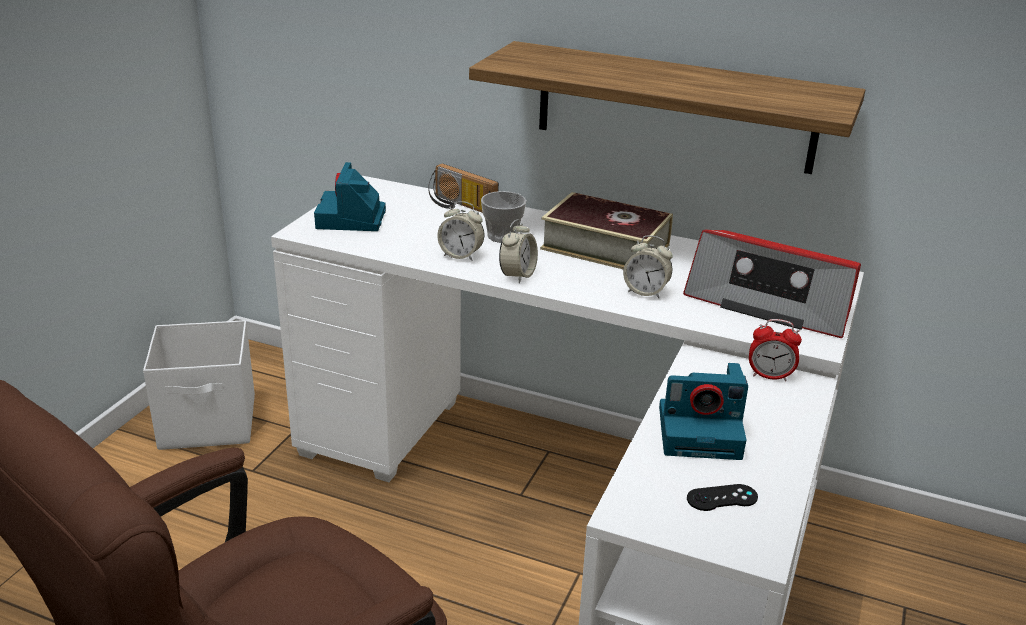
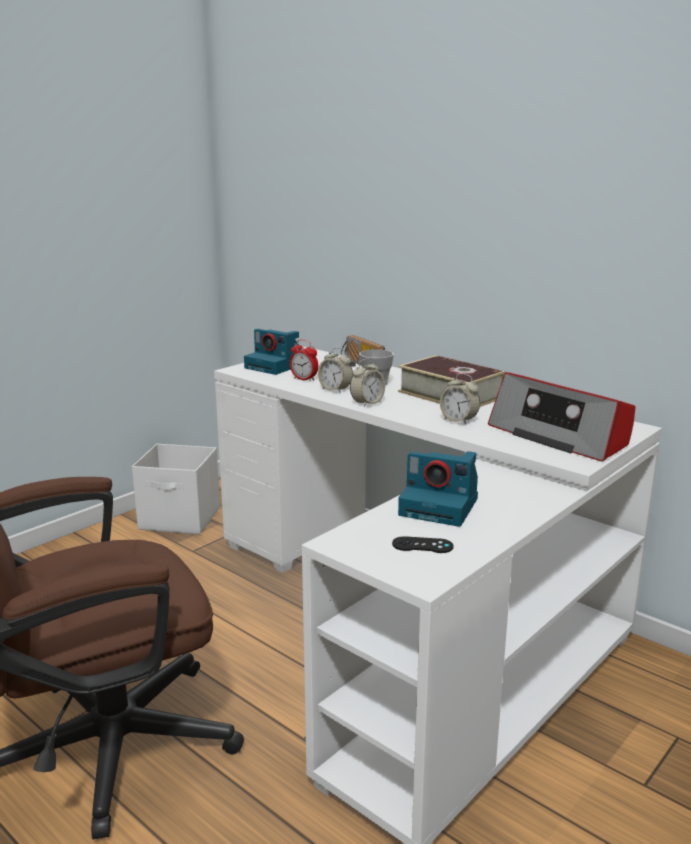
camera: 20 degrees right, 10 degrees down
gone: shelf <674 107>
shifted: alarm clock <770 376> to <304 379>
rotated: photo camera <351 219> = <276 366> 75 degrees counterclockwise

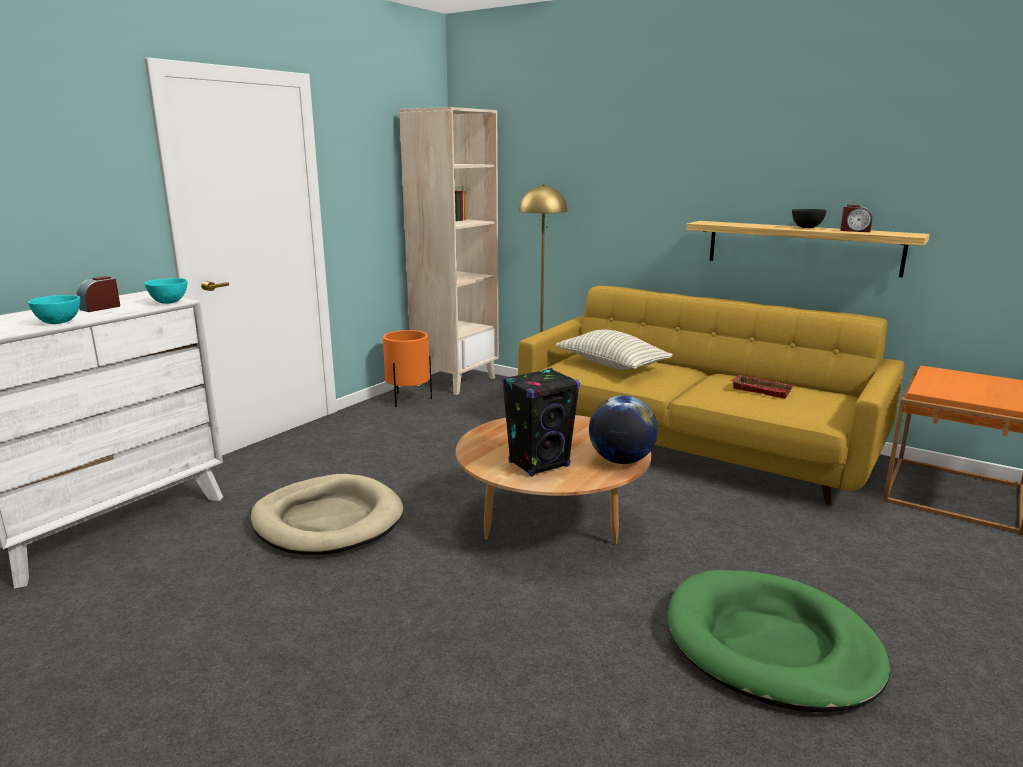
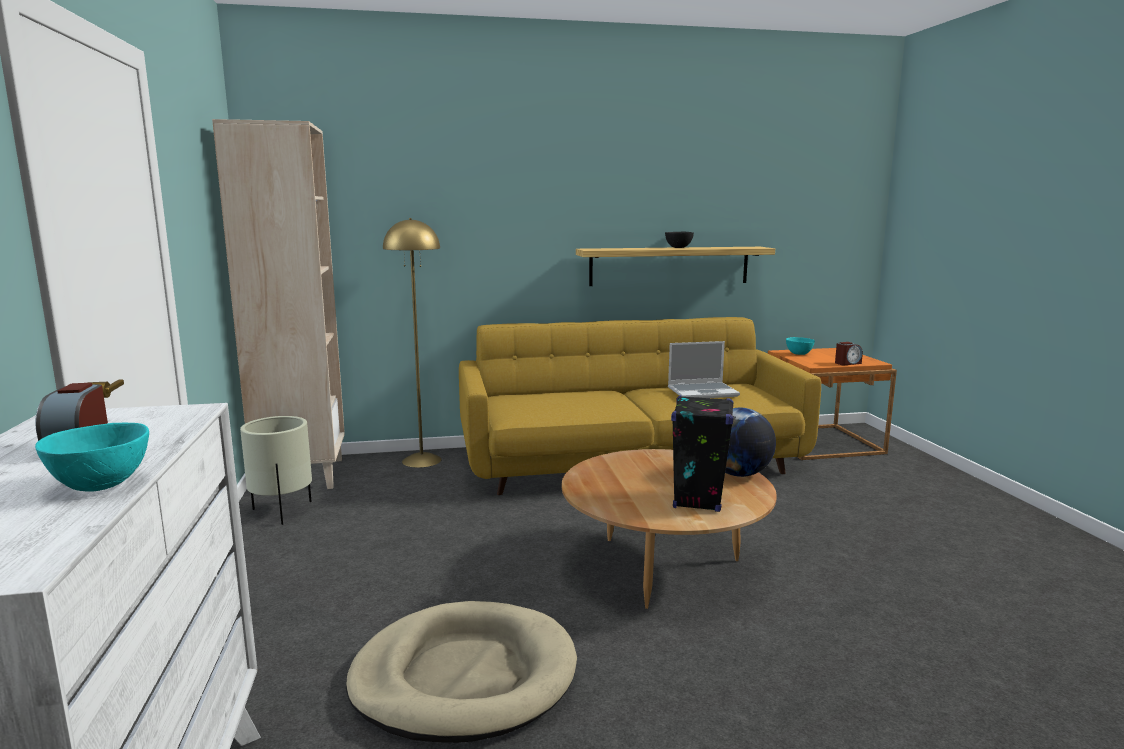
camera: 45 degrees left, 5 degrees down
gone: pillow <612 365>; green dog bed <770 645>
shifted: alarm clock <855 231> to <847 363>; turquoise bowl <169 302> to <798 354>
swapped: red tray <763 390> to laptop <703 392>
repainted: orange planter <408 399> to beige planter <282 511>

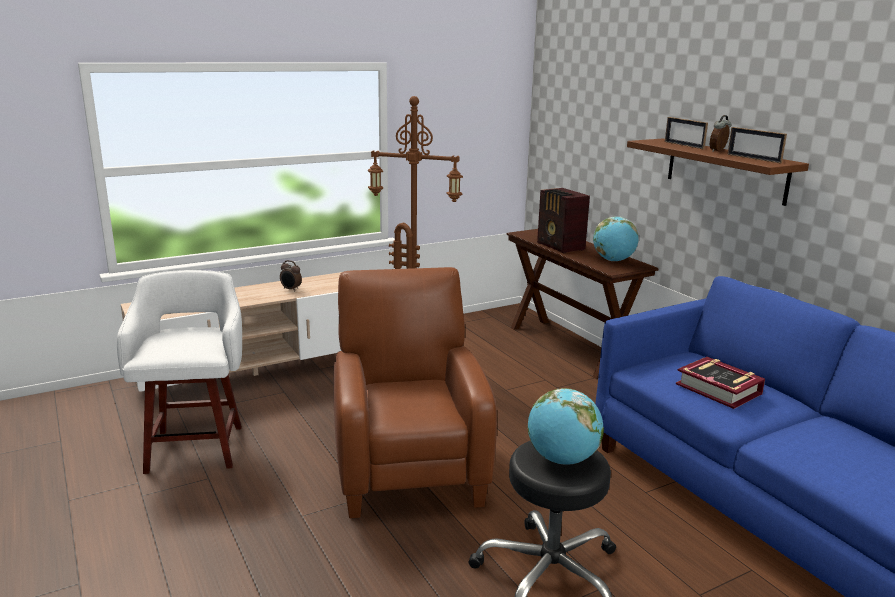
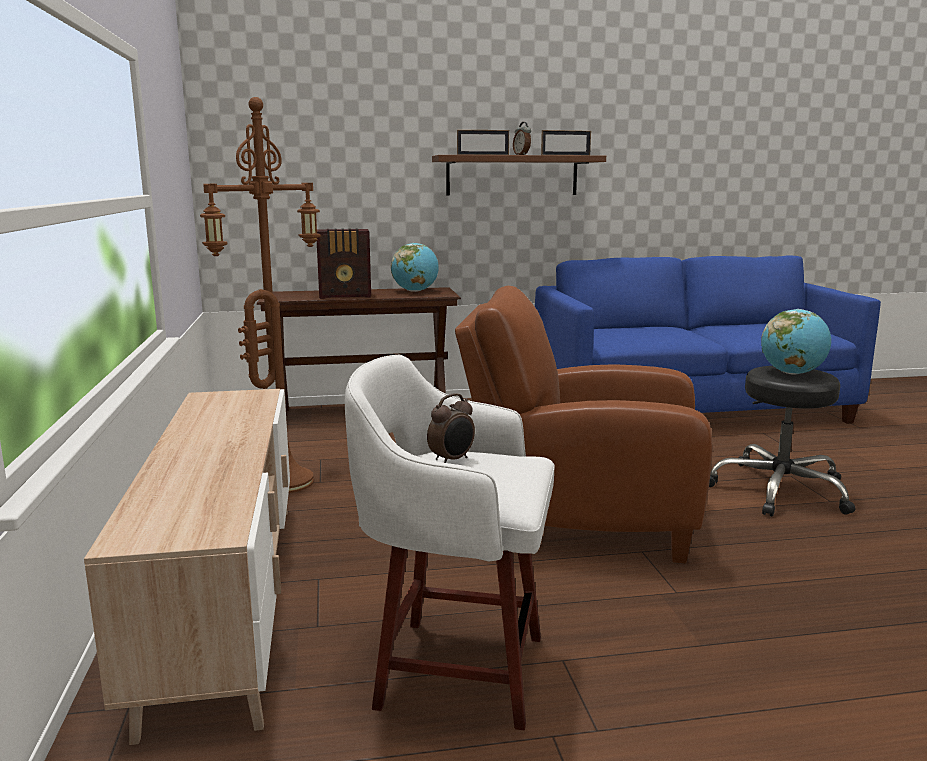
camera: 70 degrees left, 5 degrees down
gone: book <718 389>
shifted: alarm clock <291 289> to <452 460>

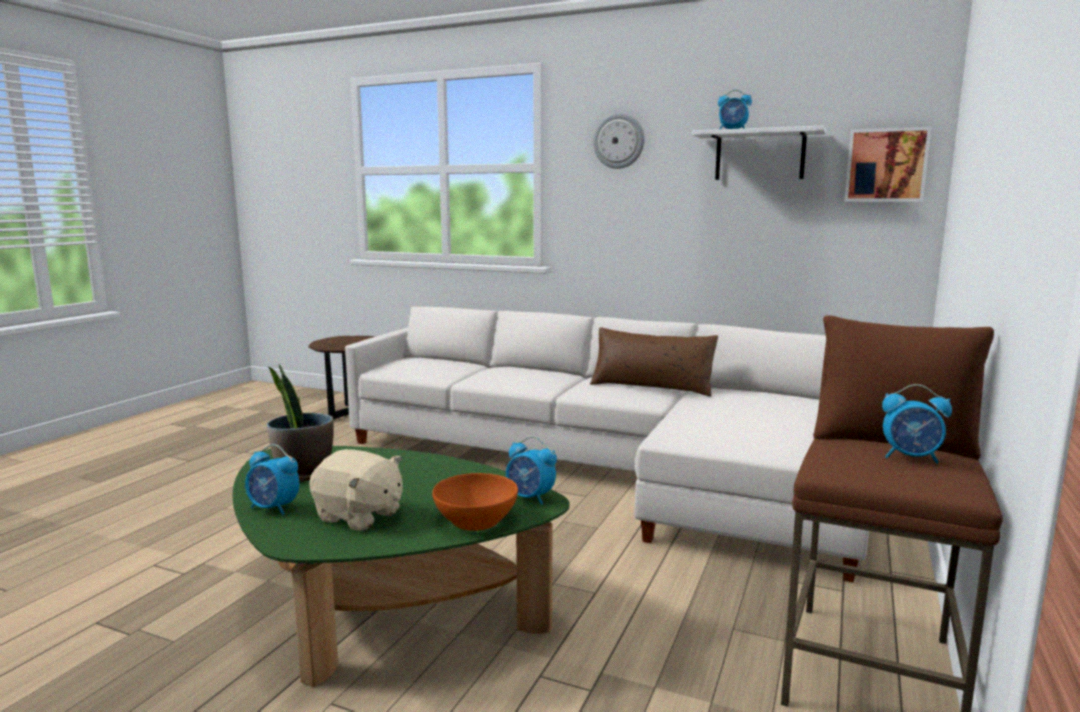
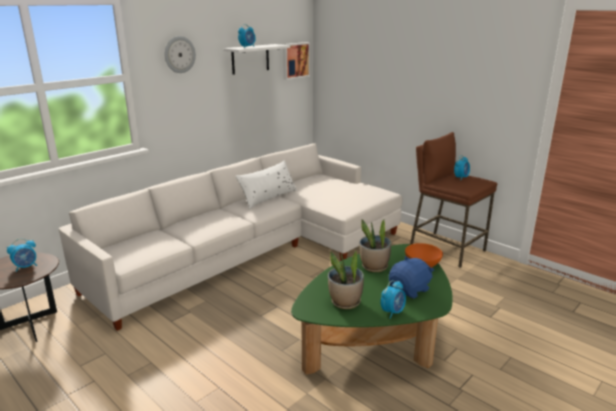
camera: 70 degrees left, 10 degrees up
new: potted plant <374 267>
shifted: alarm clock <530 498> to <26 267>
repainted: brown pillow <652 386> to white pillow <268 197>; beige plush toy <359 516> to blue plush toy <410 289>

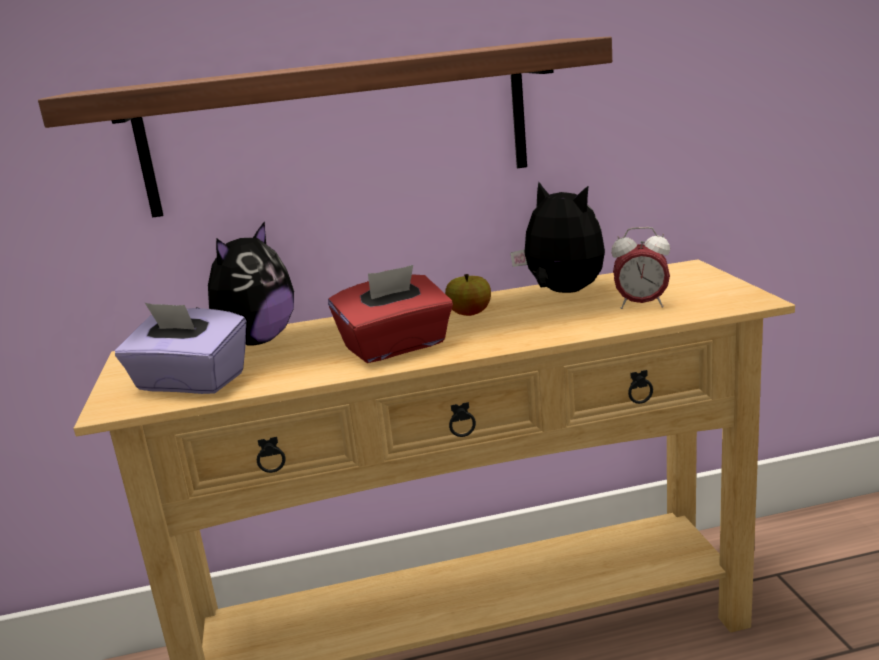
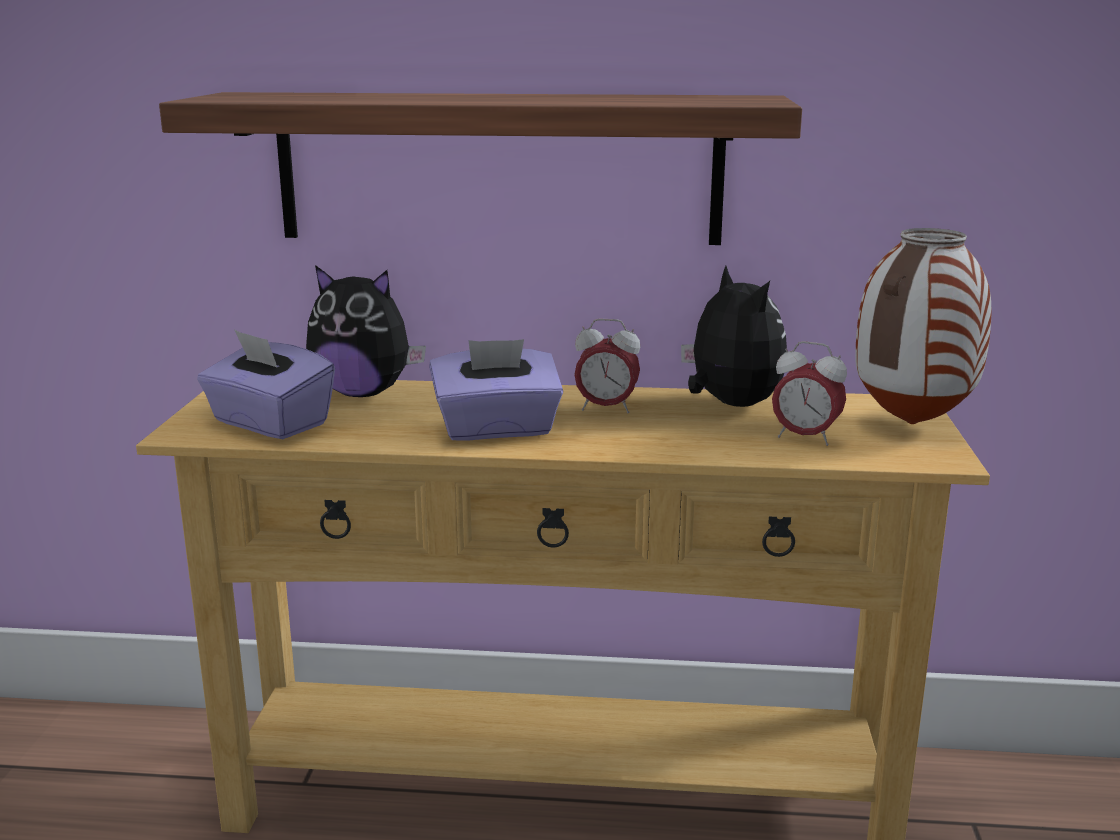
camera: 15 degrees right, 0 degrees up
new: vase <911 423>
swapped: apple <470 314> to alarm clock <606 408>
repainted: red tissue box <396 347> to purple tissue box <497 429>
rotated: plush toy <255 341> = <364 393> 60 degrees clockwise

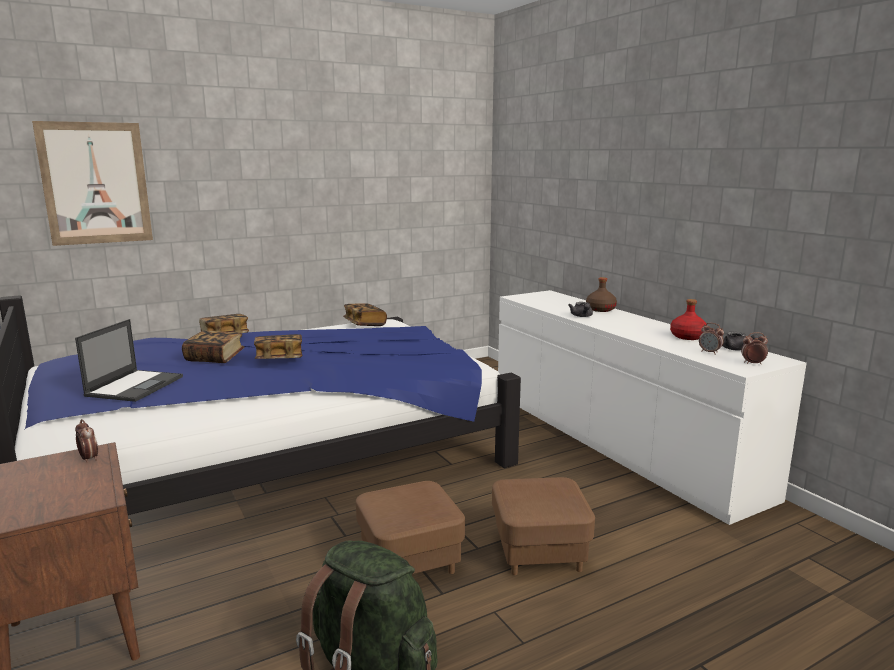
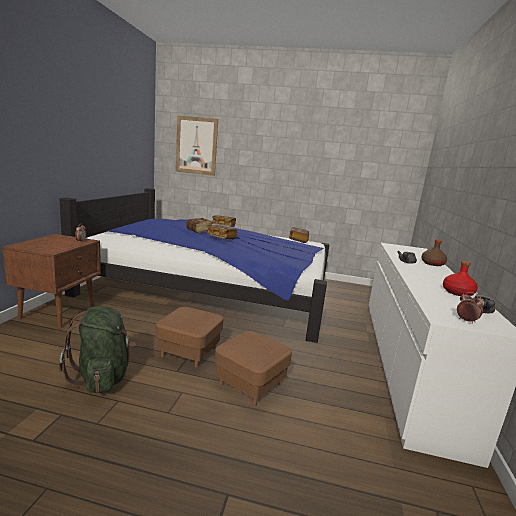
camera: 40 degrees right, 0 degrees up
gone: laptop <135 386>; alarm clock <709 352>

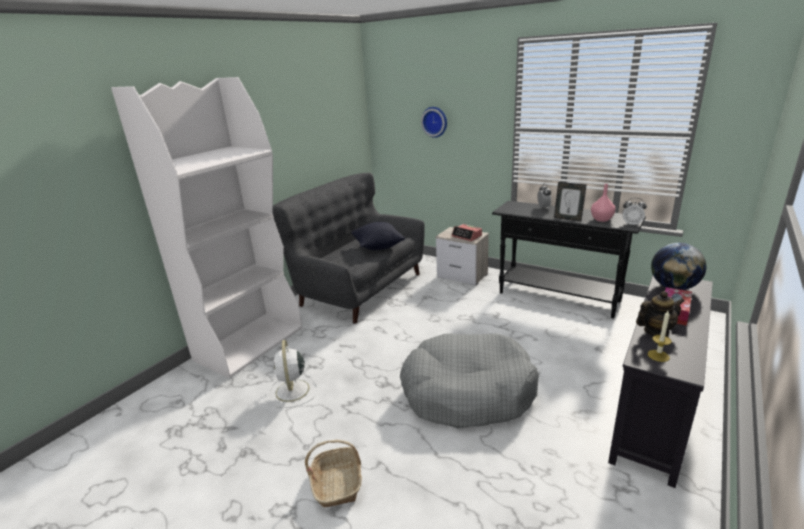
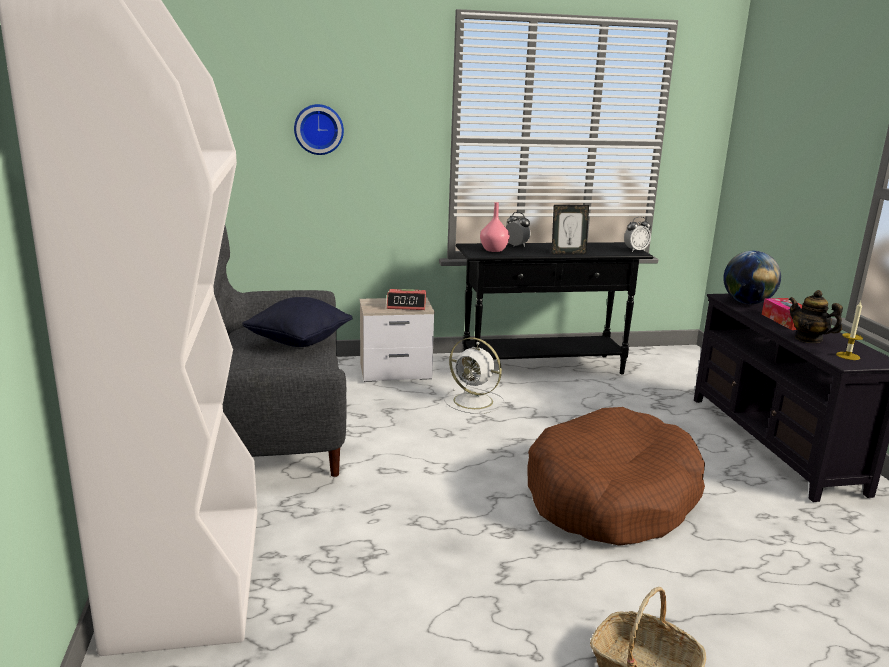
camera: 45 degrees left, 5 degrees down
shifted: pink vase <601 220> to <494 250>; white fan <292 391> to <475 401>
repainted: grey dog bed <467 392> to brown dog bed <611 497>
rotated: teapot <655 331> = <808 339> 75 degrees counterclockwise

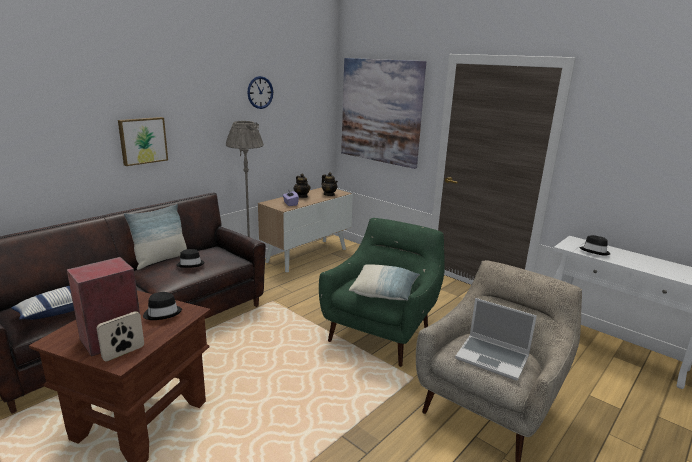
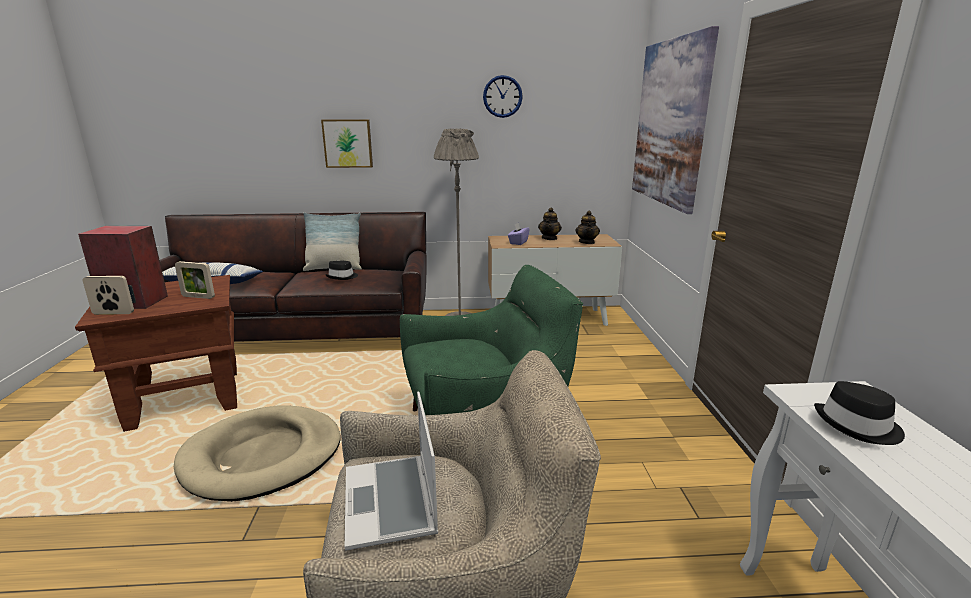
camera: 45 degrees right, 0 degrees up
gone: pillow <384 292>
new: beige dog bed <263 456>
swapped: black hat <162 313> to picture frame <198 297>

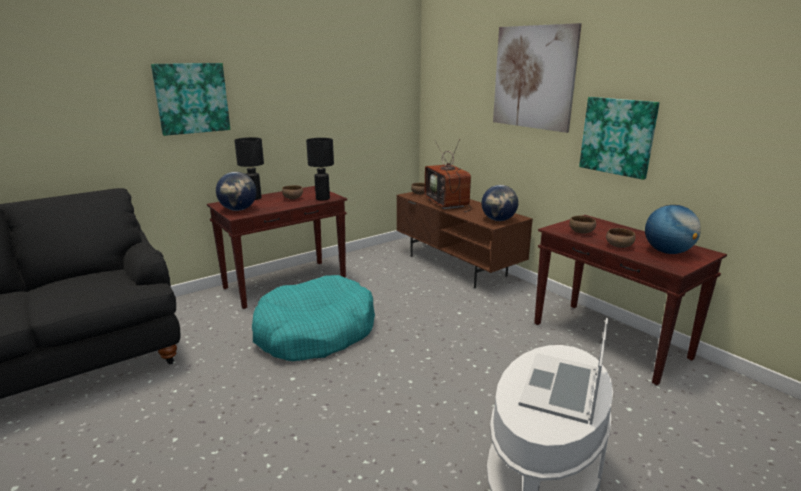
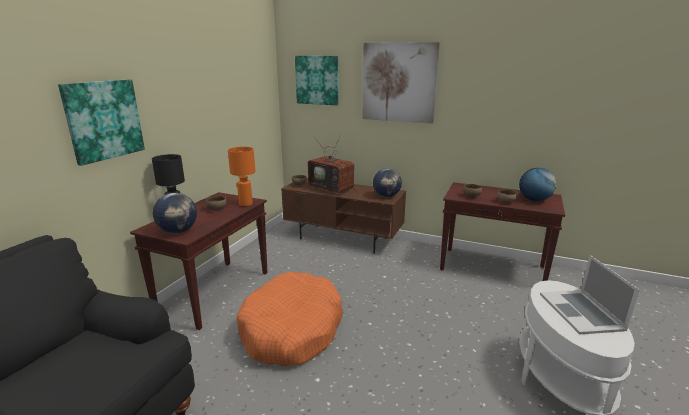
camera: 30 degrees left, 0 degrees up
shifted: picture <617 136> to <317 80>
repainted: black table lamp <323 198> to orange table lamp <246 204>; turquoise dog bed <315 332> to orange dog bed <292 330>

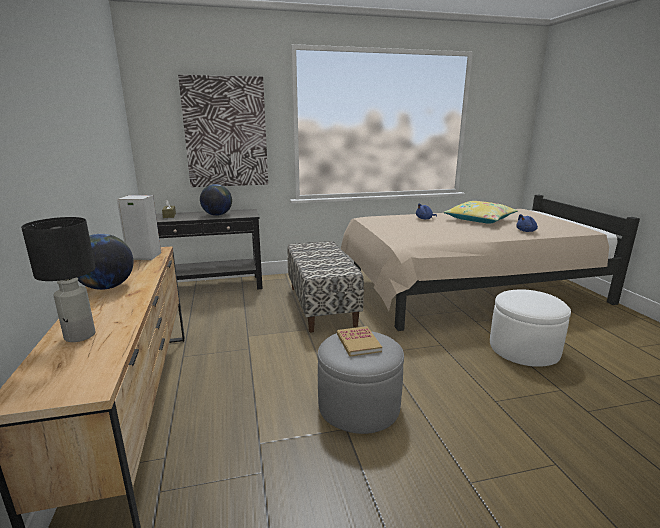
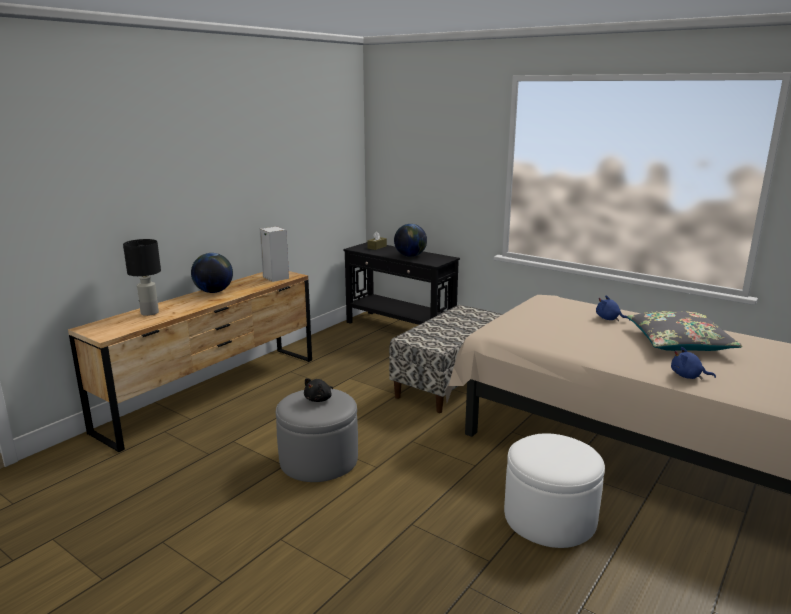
camera: 50 degrees right, 0 degrees up
gone: picture <226 132>
swapped: book <358 343> to black plush toy <319 399>
repainted: yellow pillow <479 219> to grey pillow <678 342>

